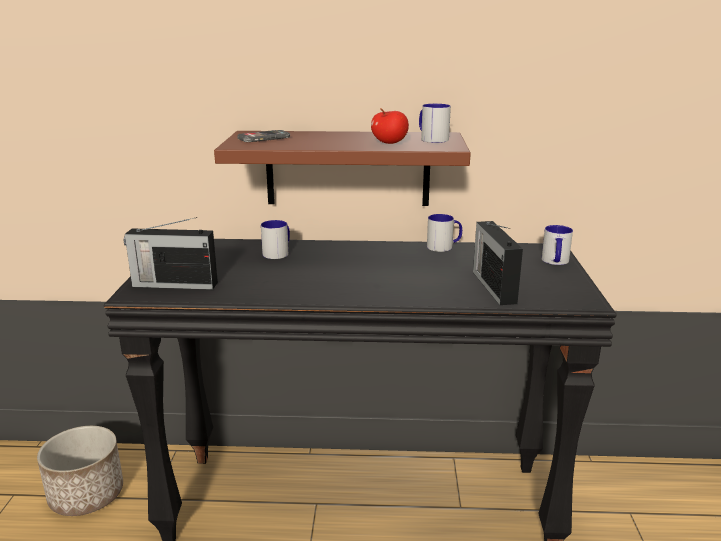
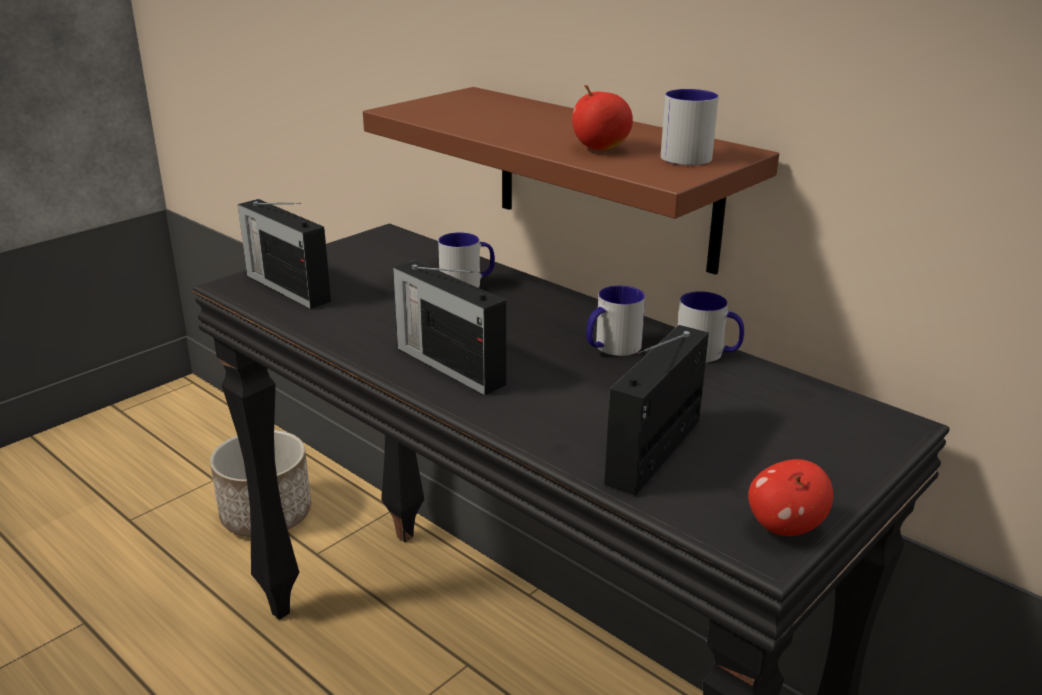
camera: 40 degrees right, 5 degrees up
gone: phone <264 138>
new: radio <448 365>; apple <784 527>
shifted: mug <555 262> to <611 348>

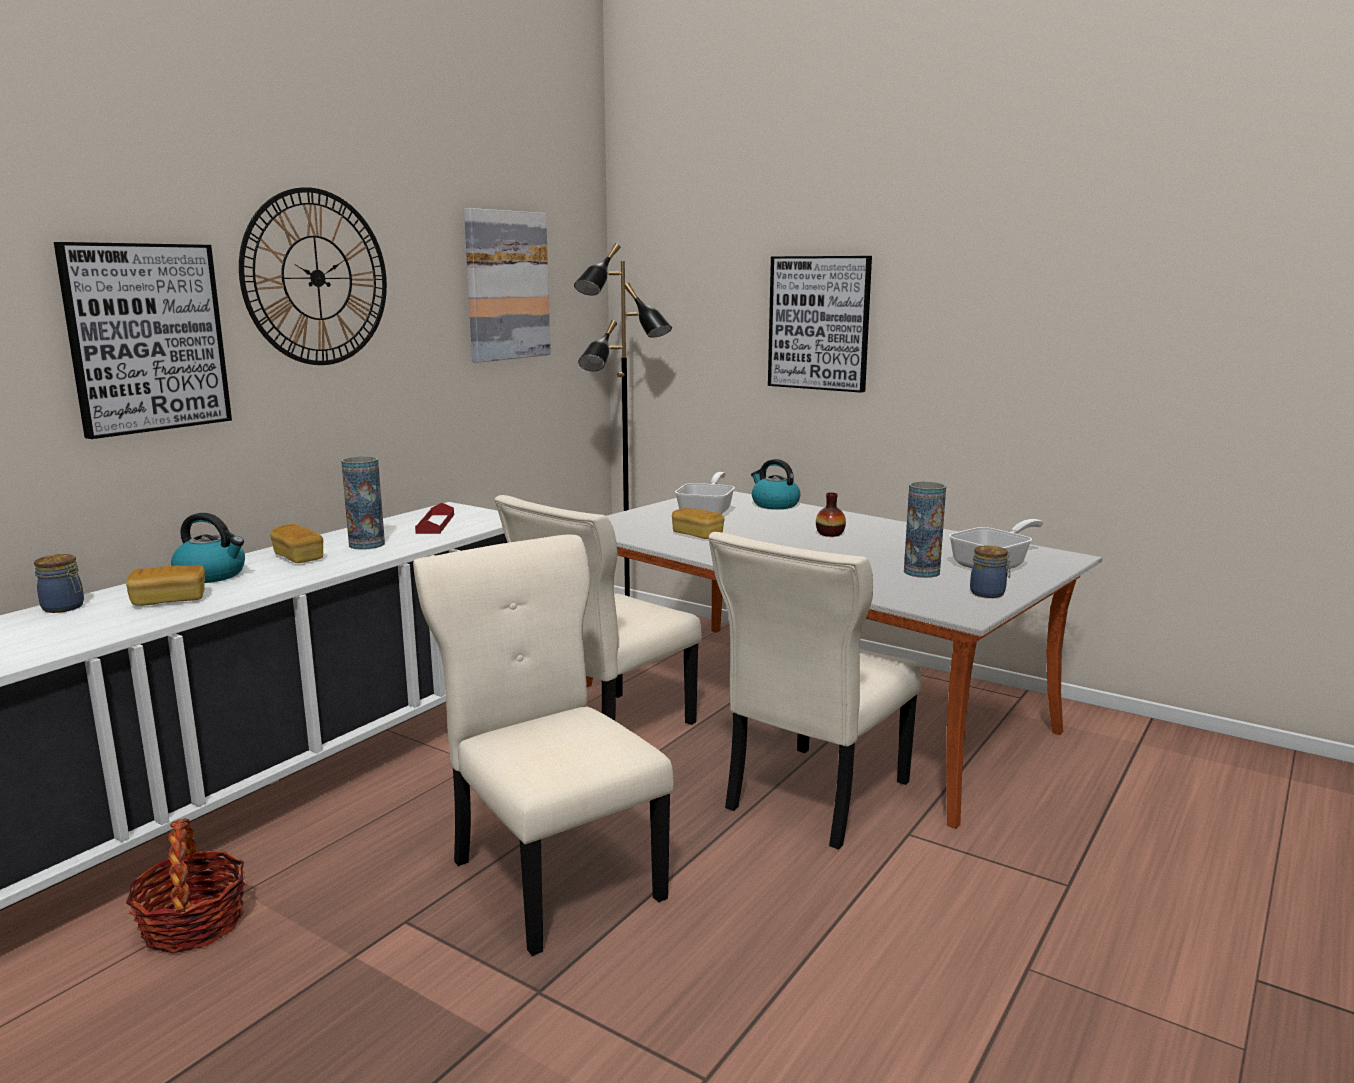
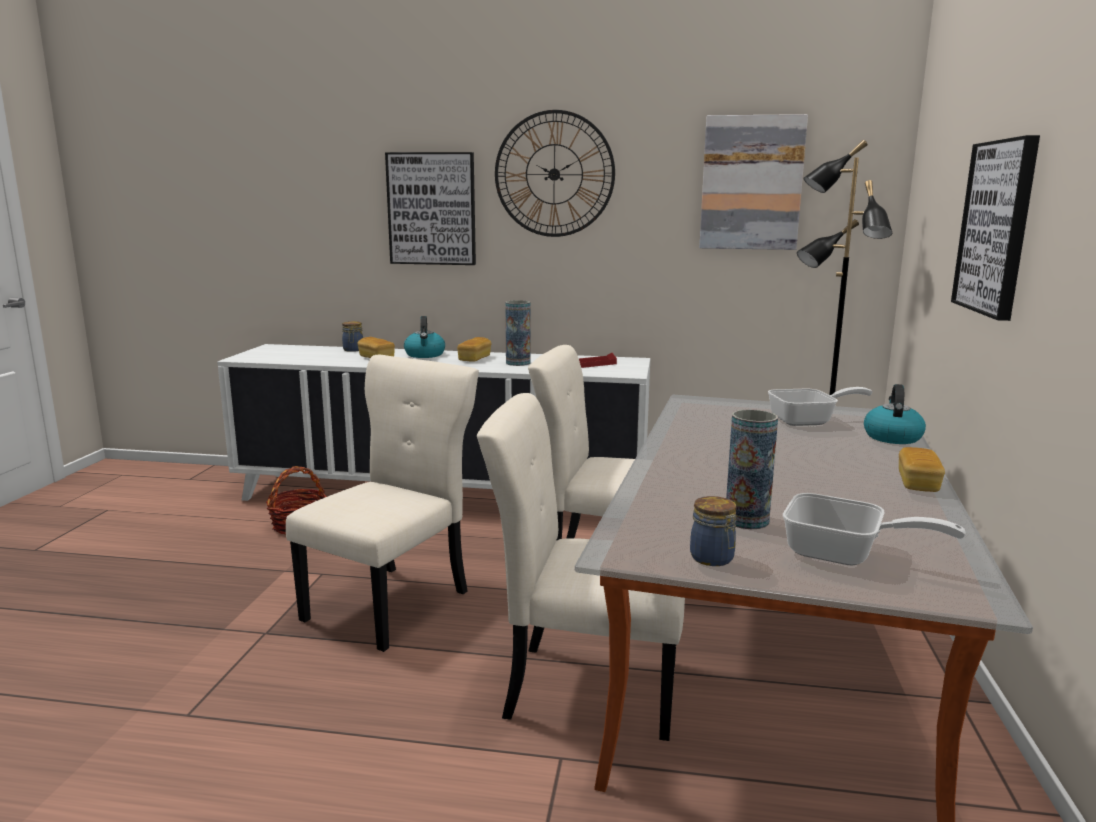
camera: 65 degrees right, 0 degrees up
gone: vase <830 534>
shifted: bread <697 535> to <918 483>

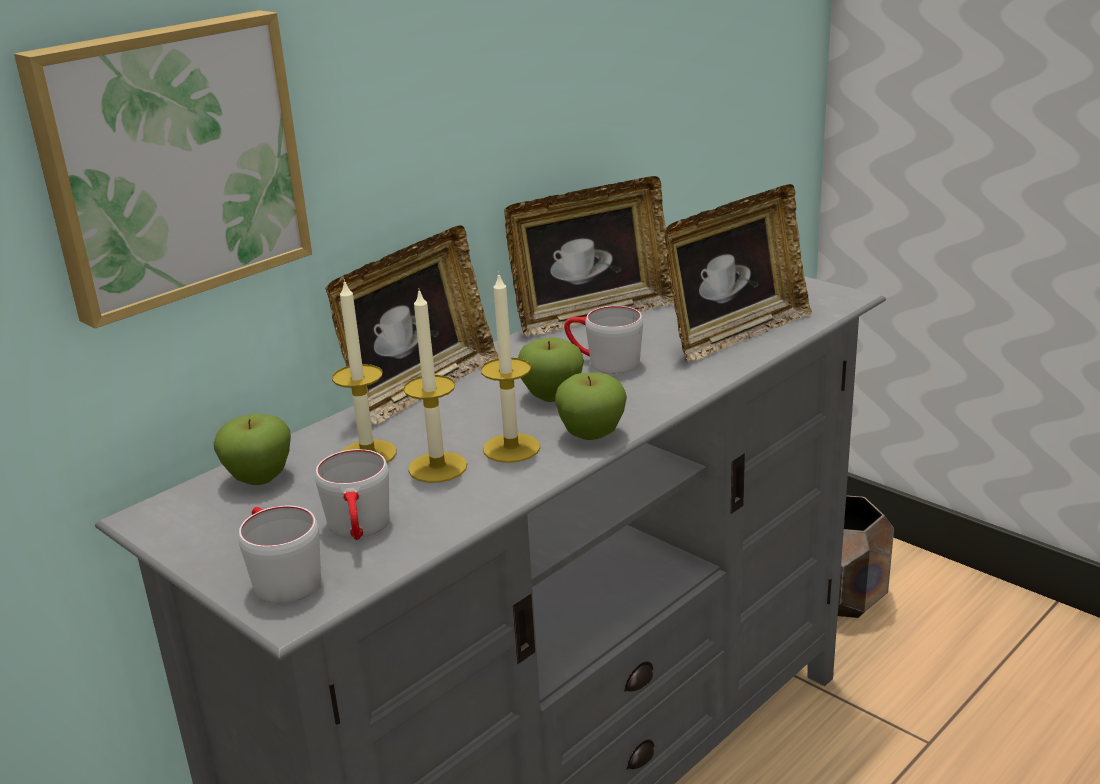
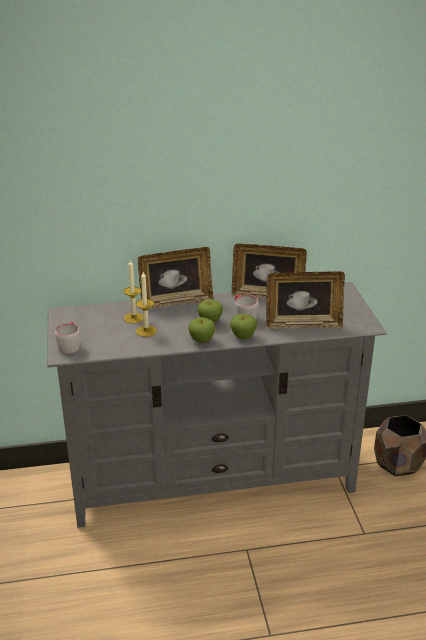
camera: 35 degrees right, 5 degrees up
gone: picture <171 162>; candle <511 448>; grey mug <360 531>
shifted: apple <259 478> to <243 336>

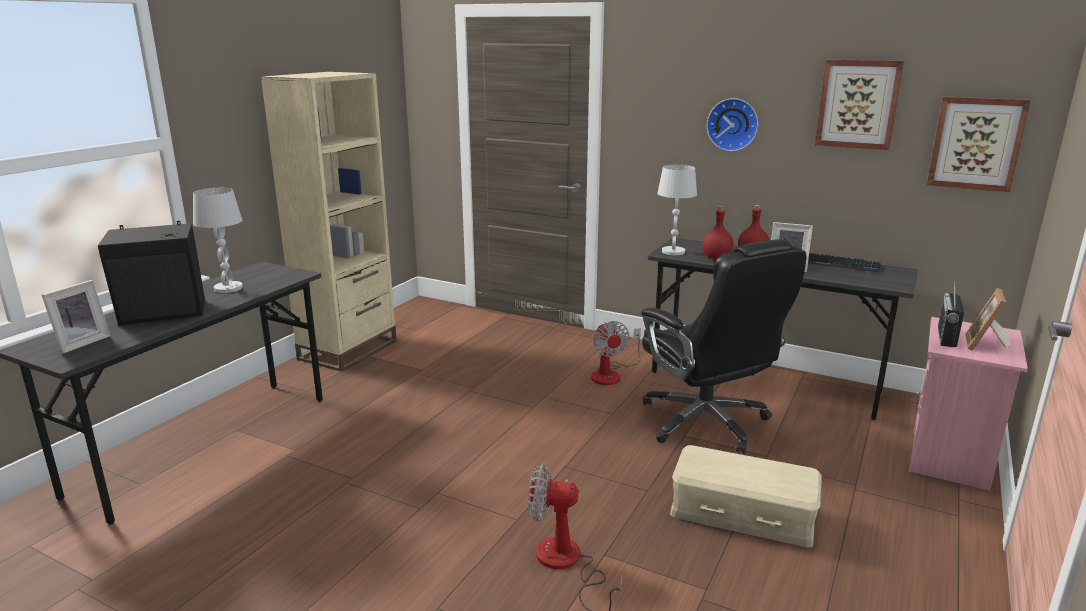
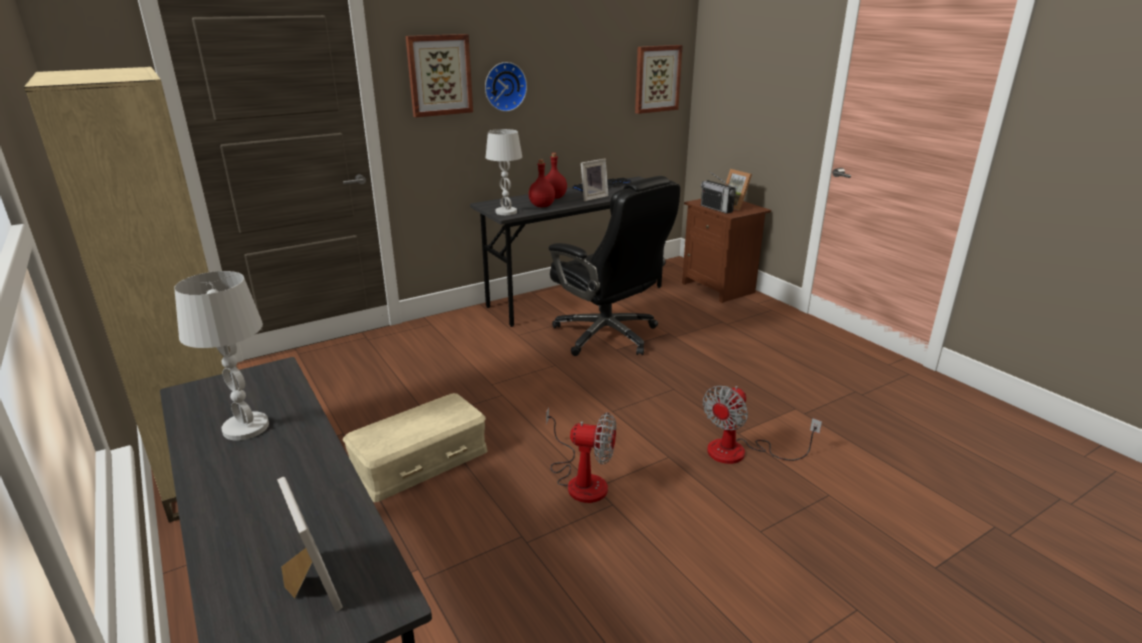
camera: 60 degrees left, 5 degrees up
gone: black speaker <164 313>
shifted: picture <858 104> to <439 75>; fan <611 374> to <581 480>; beige storage box <742 513> to <420 461>
repainted: pink nightstand <951 459> to brown nightstand <719 288>
rotated: black office chair <706 422> = <608 335> 45 degrees clockwise

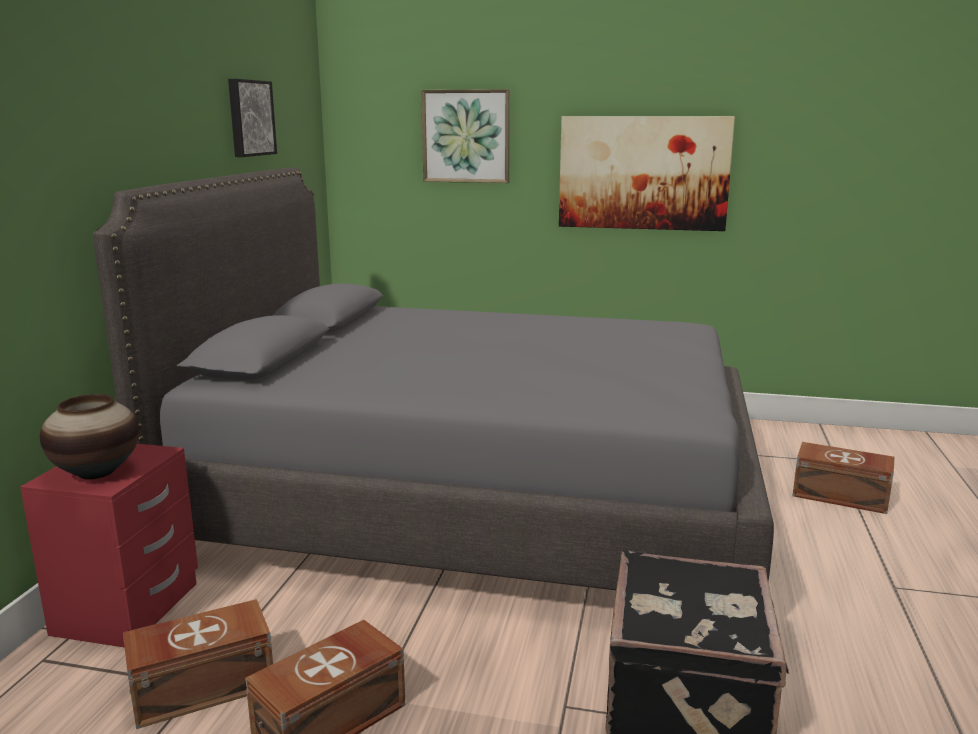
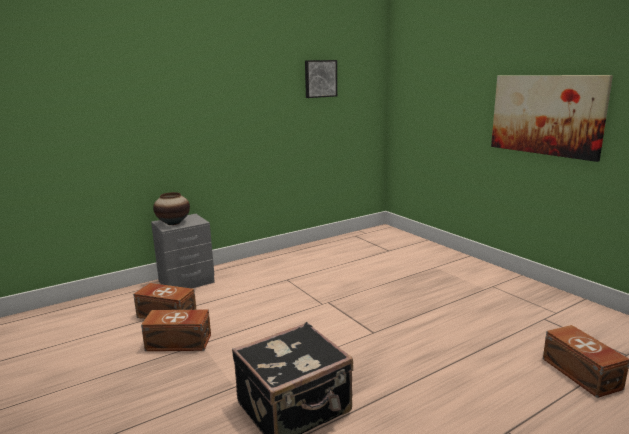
camera: 45 degrees right, 0 degrees up
gone: picture <466 136>; grey bed <474 500>
repainted: red nightstand <127 609> to grey nightstand <186 282>

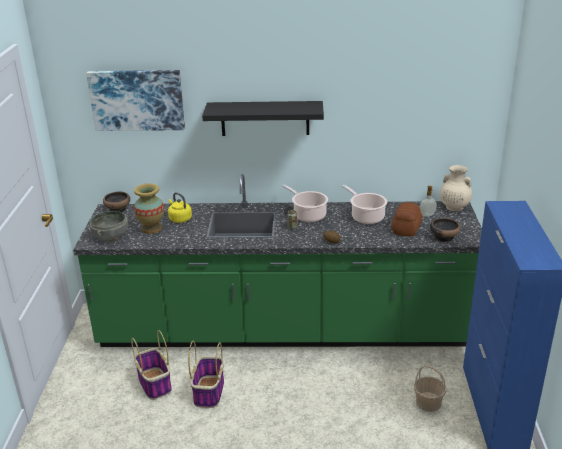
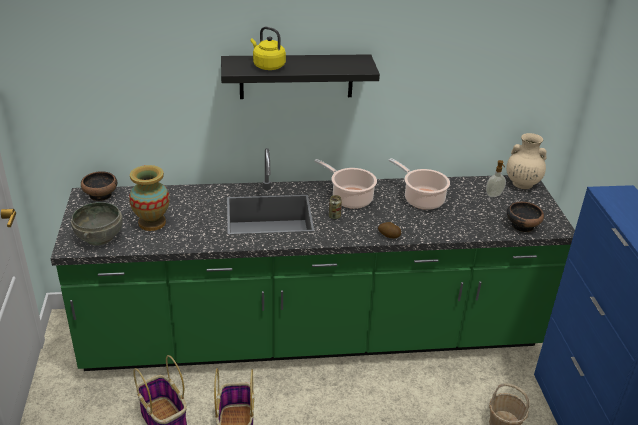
camera: 10 degrees left, 5 degrees up
gone: picture <137 100>; bread <405 229>
shifted: yellow kettle <179 219> to <267 66>

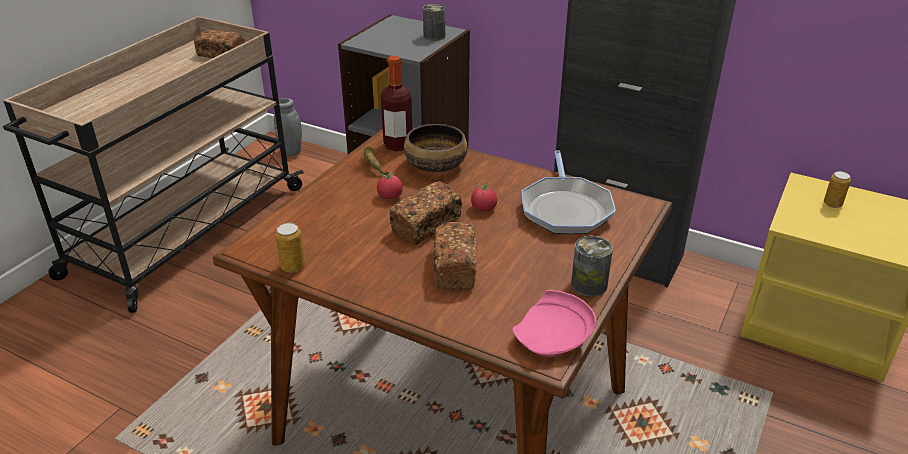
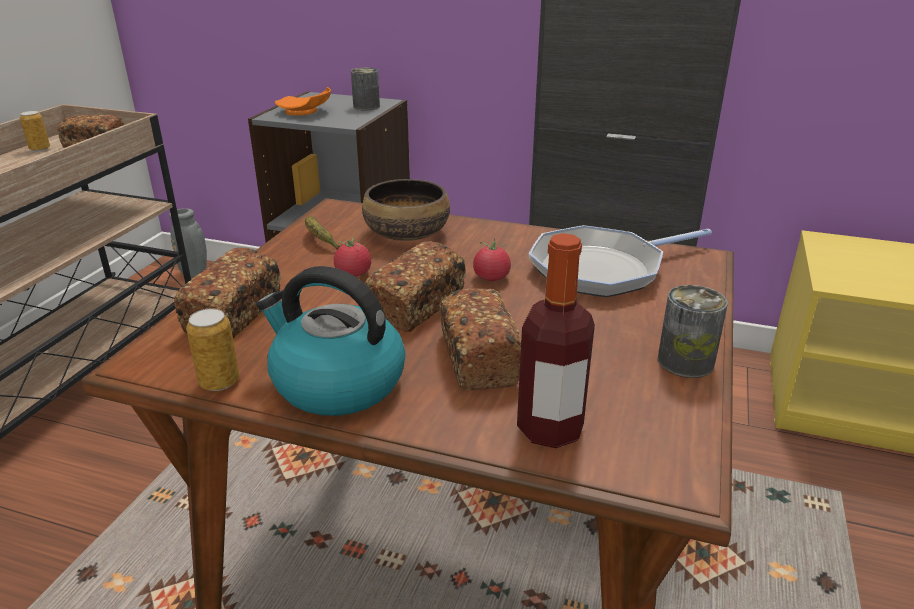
camera: 10 degrees left, 5 degrees down
gone: pink plate <553 338>
new: orange plate <305 112>; bread <234 314>; kettle <336 383>
shifted: bottle <398 145> to <550 429>; can <832 204> to <40 149>
rotated: frying pan <565 209> = <602 269> 75 degrees clockwise

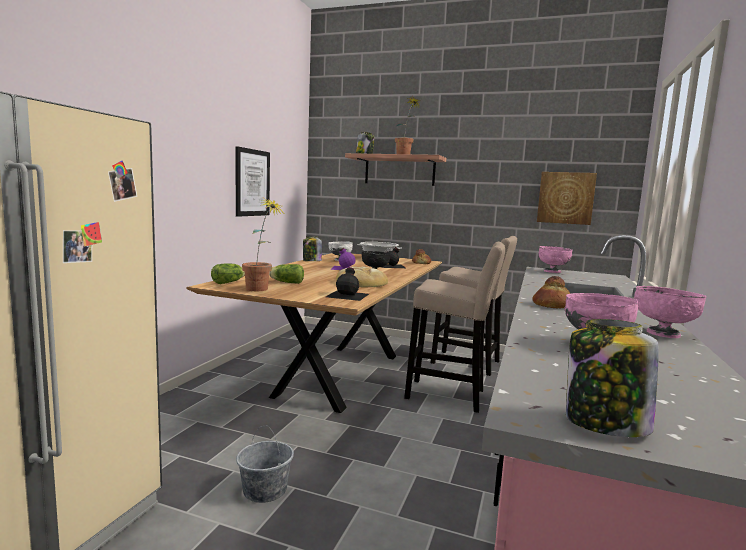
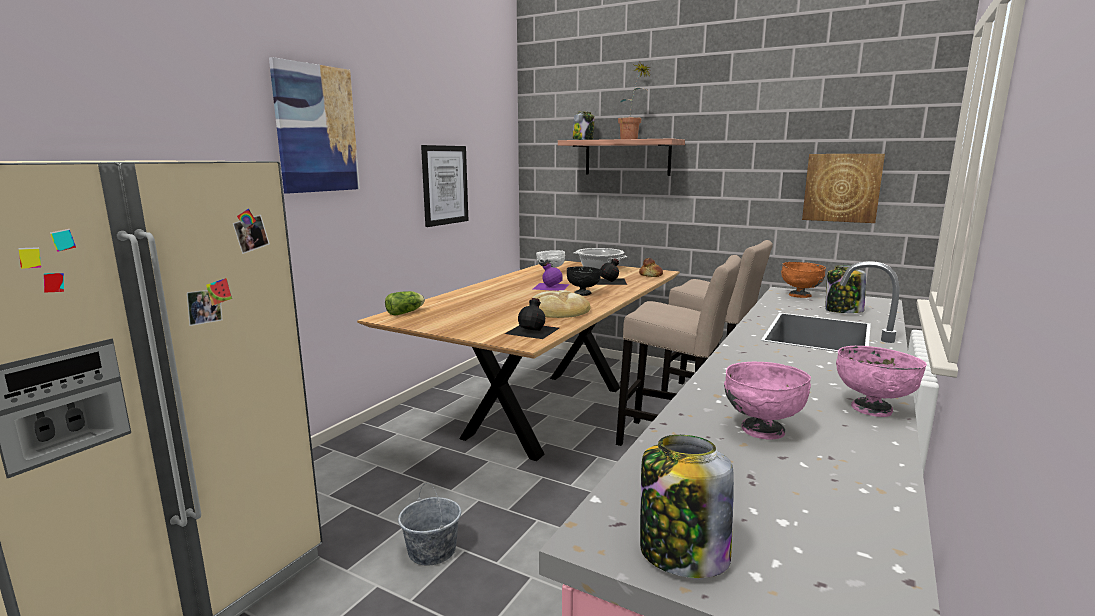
camera: 10 degrees right, 5 degrees up
gone: potted plant <261 290>; lettuce <286 282>; bread <552 305>
new: picture <316 129>
shifted: jar <311 261> to <842 311>
repainted: pink bowl <553 271> to orange bowl <800 295>

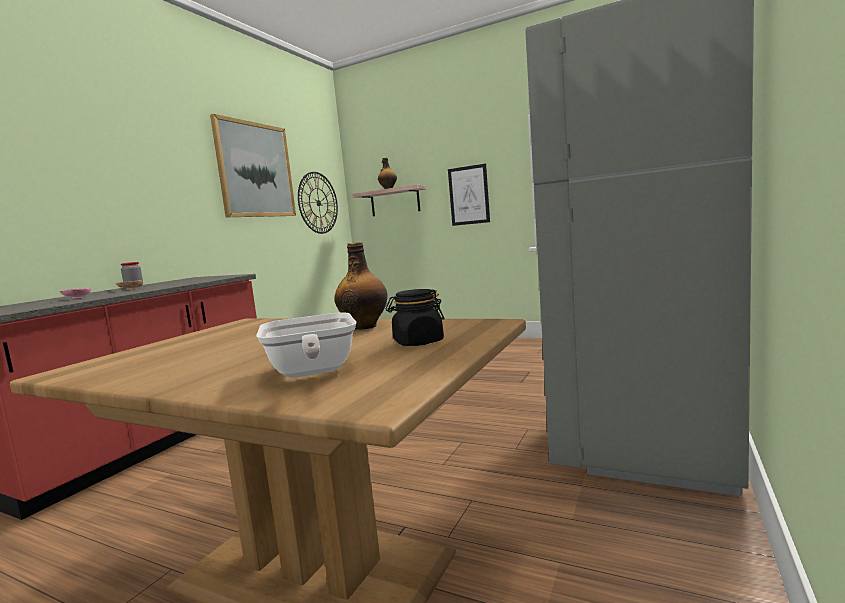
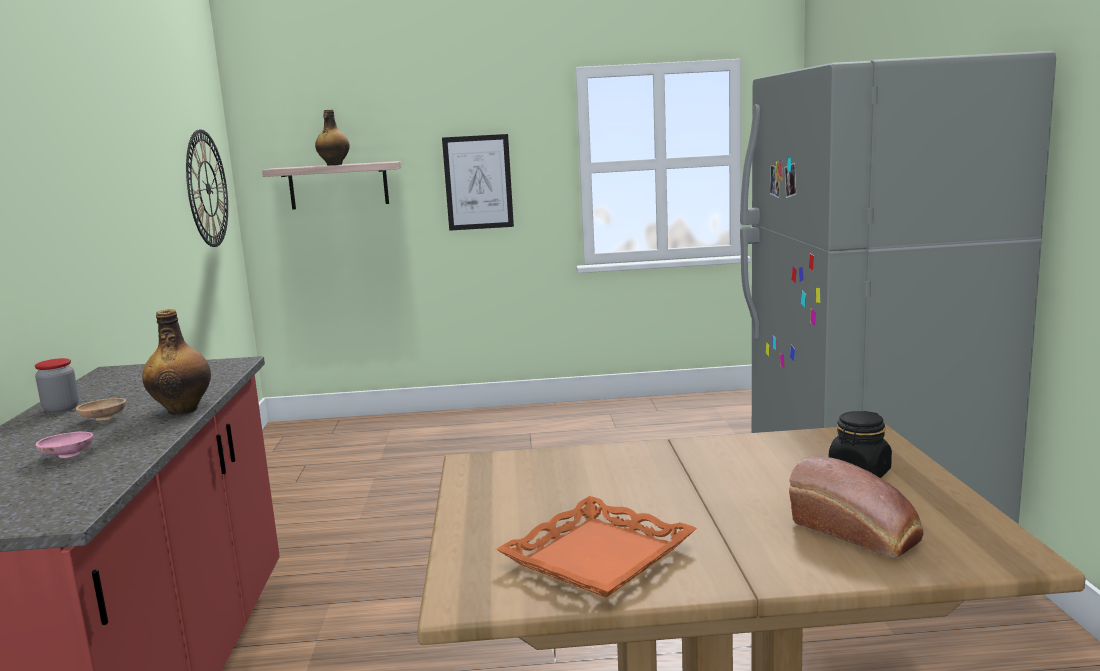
camera: 30 degrees left, 5 degrees up
gone: picture <255 170>
new: orange tray <599 557>
shifted: bottle <365 326> to <183 409>
swapped: frying pan <312 373> to bread <858 533>

